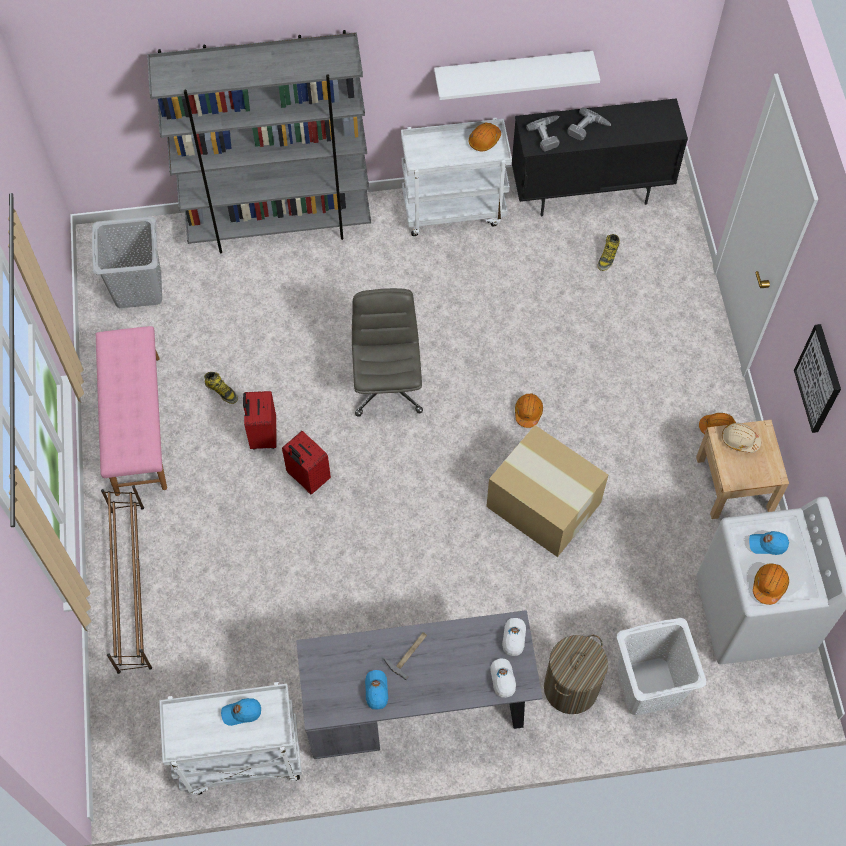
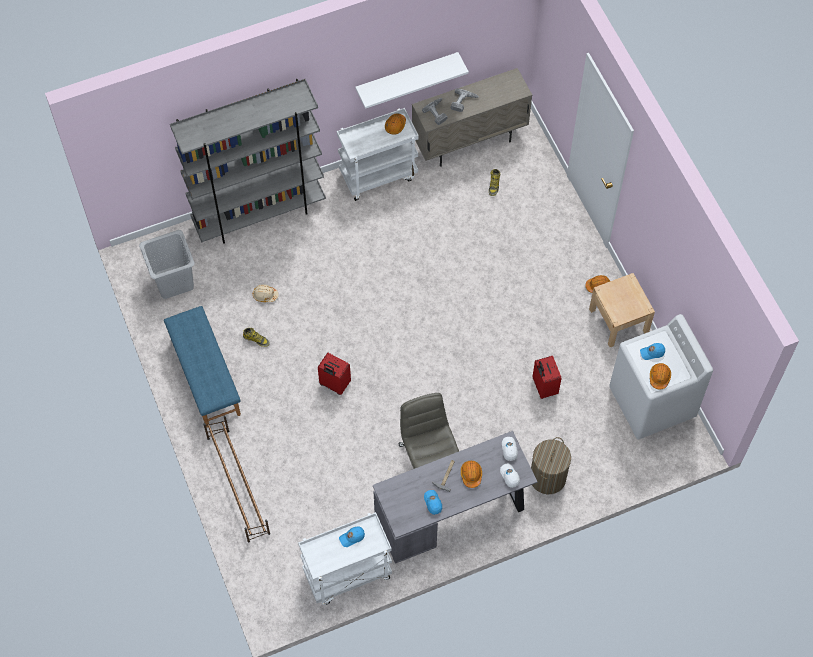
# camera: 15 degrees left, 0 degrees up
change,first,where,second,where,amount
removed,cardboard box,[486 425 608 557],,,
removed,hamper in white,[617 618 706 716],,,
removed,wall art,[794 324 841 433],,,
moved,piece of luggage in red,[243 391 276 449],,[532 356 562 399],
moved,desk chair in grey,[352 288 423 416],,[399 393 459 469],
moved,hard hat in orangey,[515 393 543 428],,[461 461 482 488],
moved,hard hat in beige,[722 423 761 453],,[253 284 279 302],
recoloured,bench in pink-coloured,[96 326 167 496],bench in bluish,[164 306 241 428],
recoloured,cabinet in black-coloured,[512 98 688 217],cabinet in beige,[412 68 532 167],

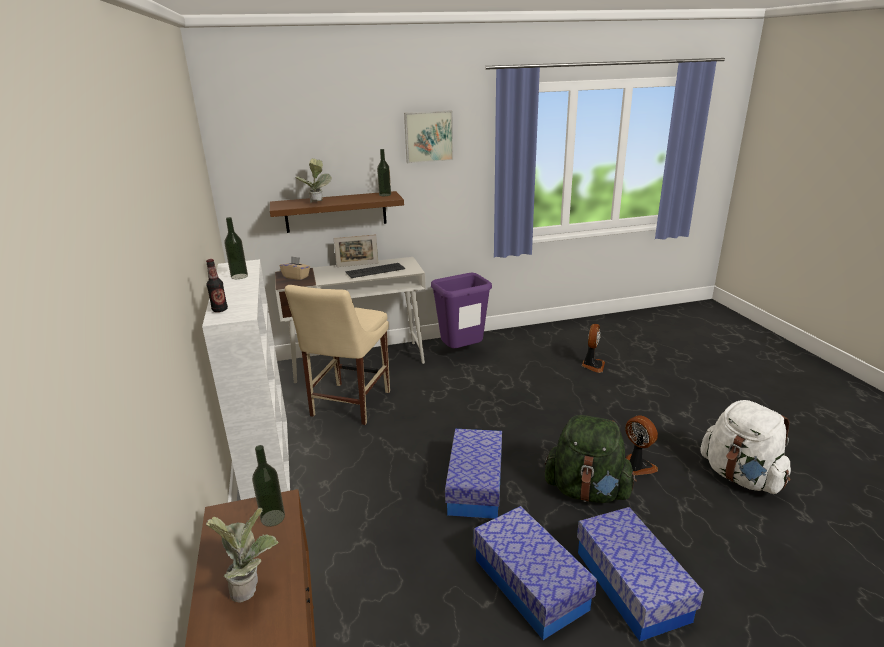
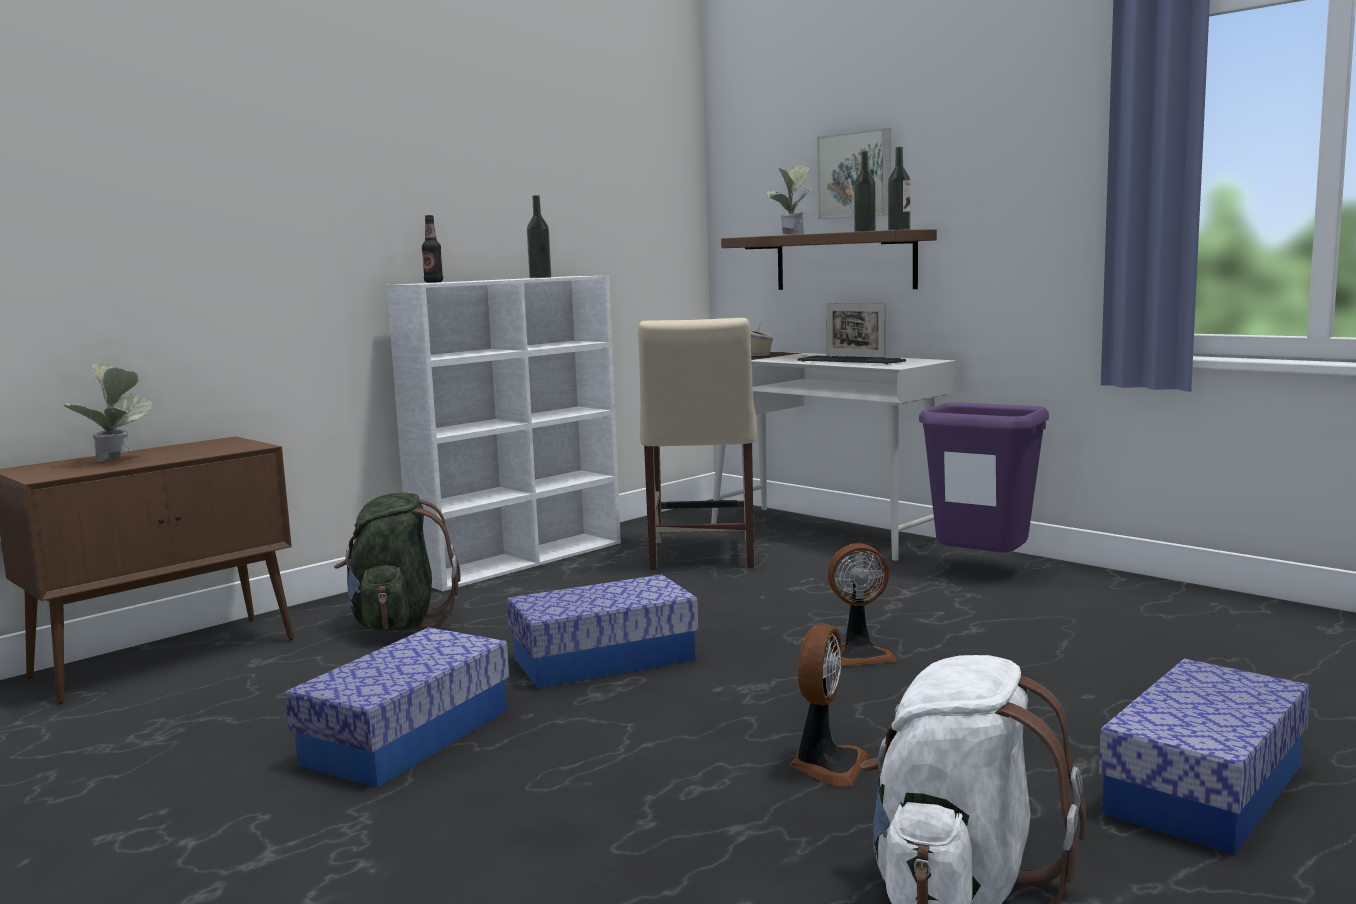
# camera: 60 degrees right, 15 degrees down
change,first,where,second,where,amount
moved,bottle,[252 445 285 527],,[854 151 876 232],
moved,wall art,[404 110 453 163],,[817 128 891 219],
moved,rucksack in green,[545 415 637 503],,[334 493 460 630],
moved,storage box,[577 507 704 642],,[1099 658 1310 855],
moved,electric fan,[582 324 605 373],,[828 543 897 667],
turned,chair in beige,[285 285 390 425],,[638 318 757 570],75 degrees counterclockwise

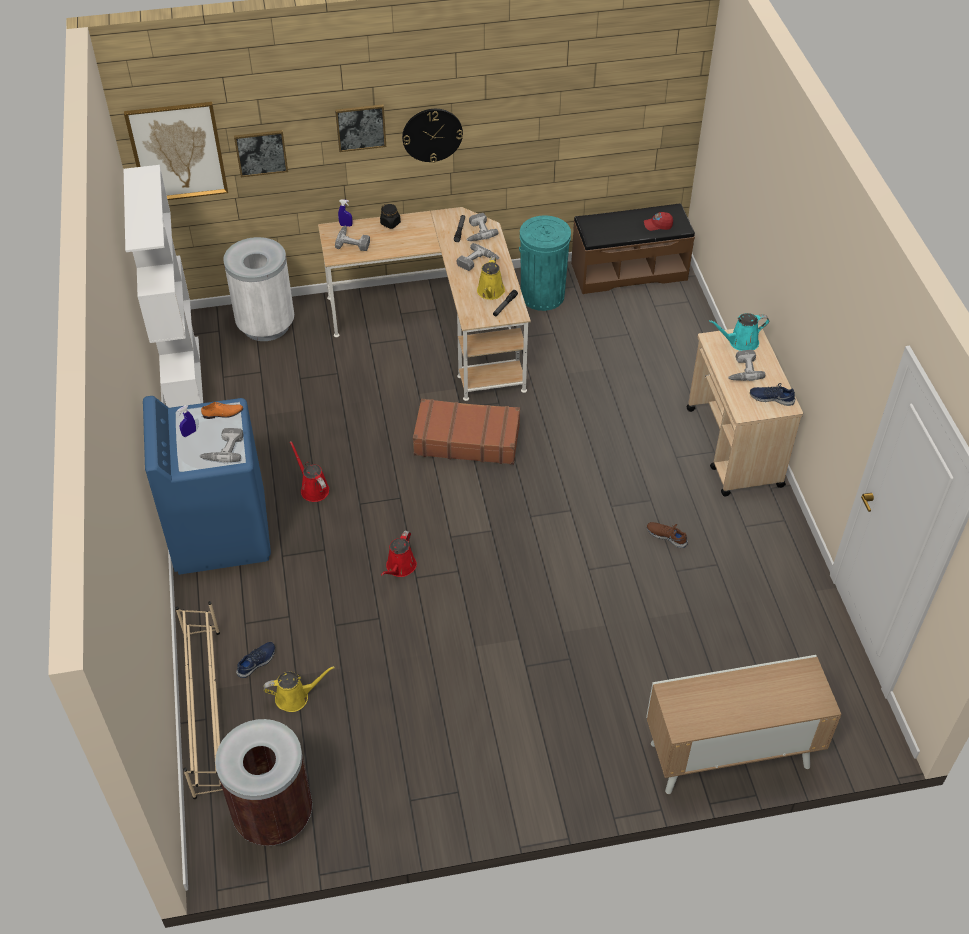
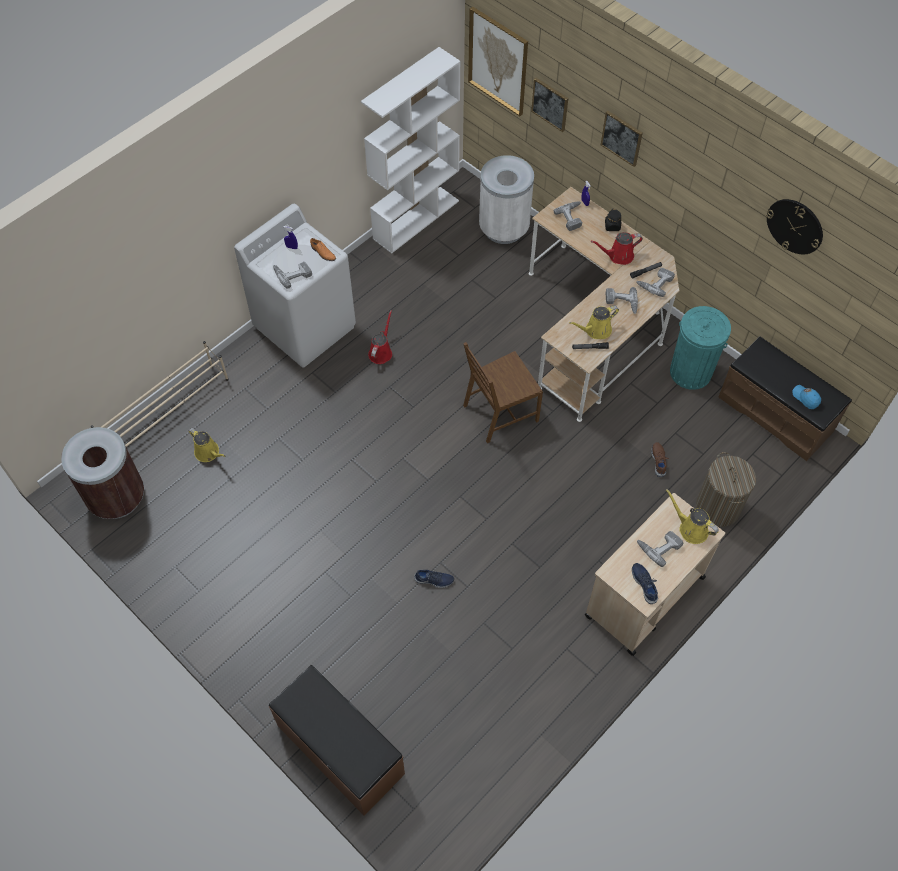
# camera: 55 degrees right, 10 degrees up
change,first,where,second,where,amount
added,,,hamper,[696 452 756 527],
moved,item of footwear in bluish,[236 642 275 678],,[414 570 454 588],
moved,watering pot in red,[381 530 417 577],,[591 232 643 265],
moved,hanging clock,[402 109 463 163],,[766 199 823 254],
moved,item of footwear in brown-coloured,[647 522 688 548],,[651 442 669 477],
replaced,piece of luggage in brown-coloured,[413 399 520 465],chair in brown-coloured,[463 342 543 443],
replaced,cabinet,[646 655 842 794],bench in brown-coloured,[269 665 405 816],
recoloured,laundry appliance in bluish,[143 396 271 575],laundry appliance in white,[234 204 356 368],
recoloured,peaked cap in red,[644 212 673 231],peaked cap in bluish,[792 385 821 409],
recoloured,watering pot in turquoise,[709 313 769 351],watering pot in yellowish,[666 489 719 544],

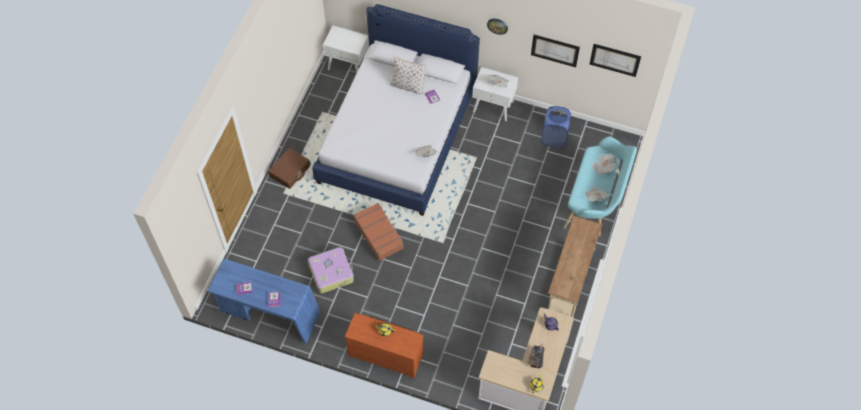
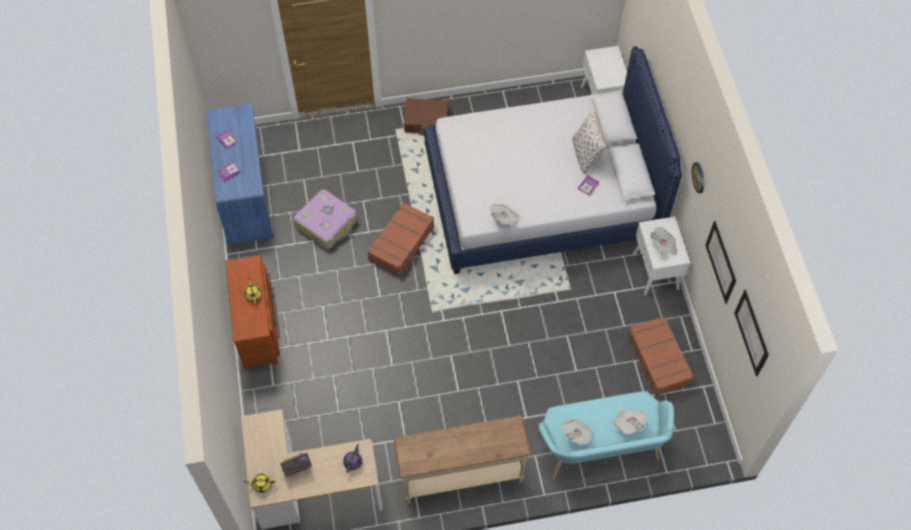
# camera: 60 degrees right, 0 degrees up
change,first,where,second,where,amount
replaced,hamper in bluish,[541 106 571 148],piece of luggage in brown-coloured,[627 316 694 396],

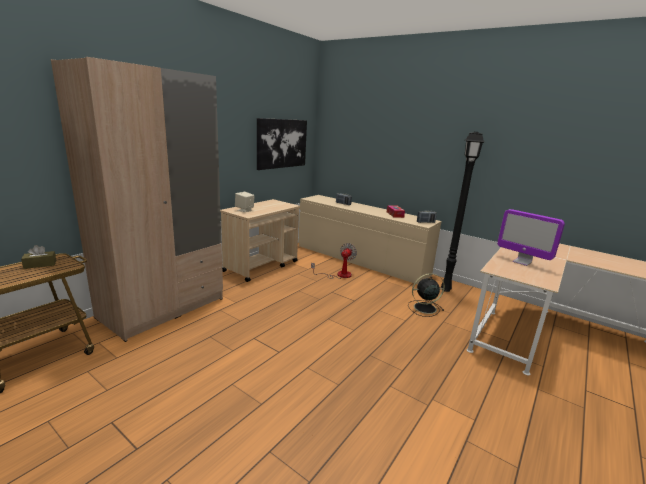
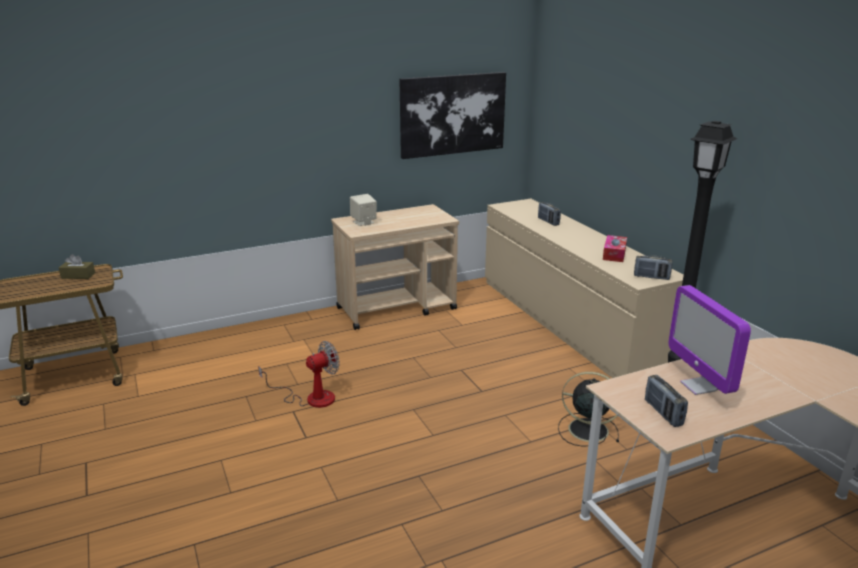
# camera: 30 degrees right, 5 degrees up
change,first,where,second,where,amount
removed,wardrobe in beige,[51 57 223 342],,,
added,,,radio,[645 375 688 427],
moved,electric fan,[311 243 357 279],,[258 341 340 408],

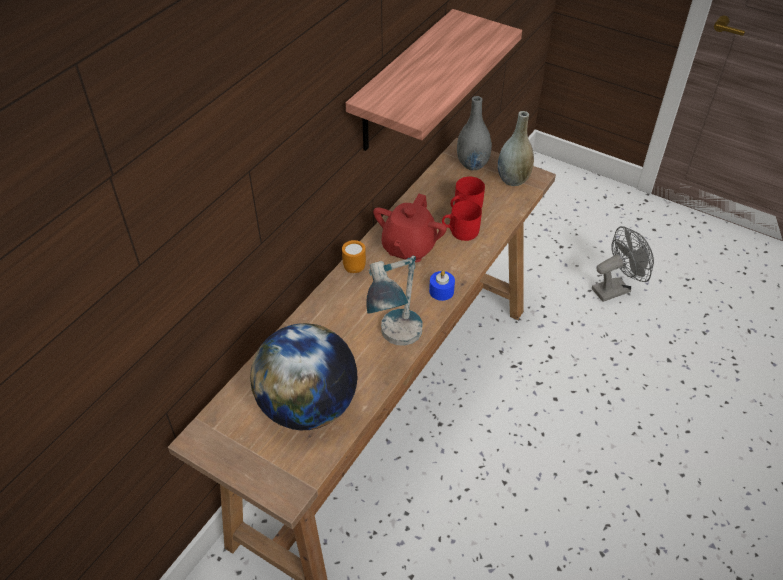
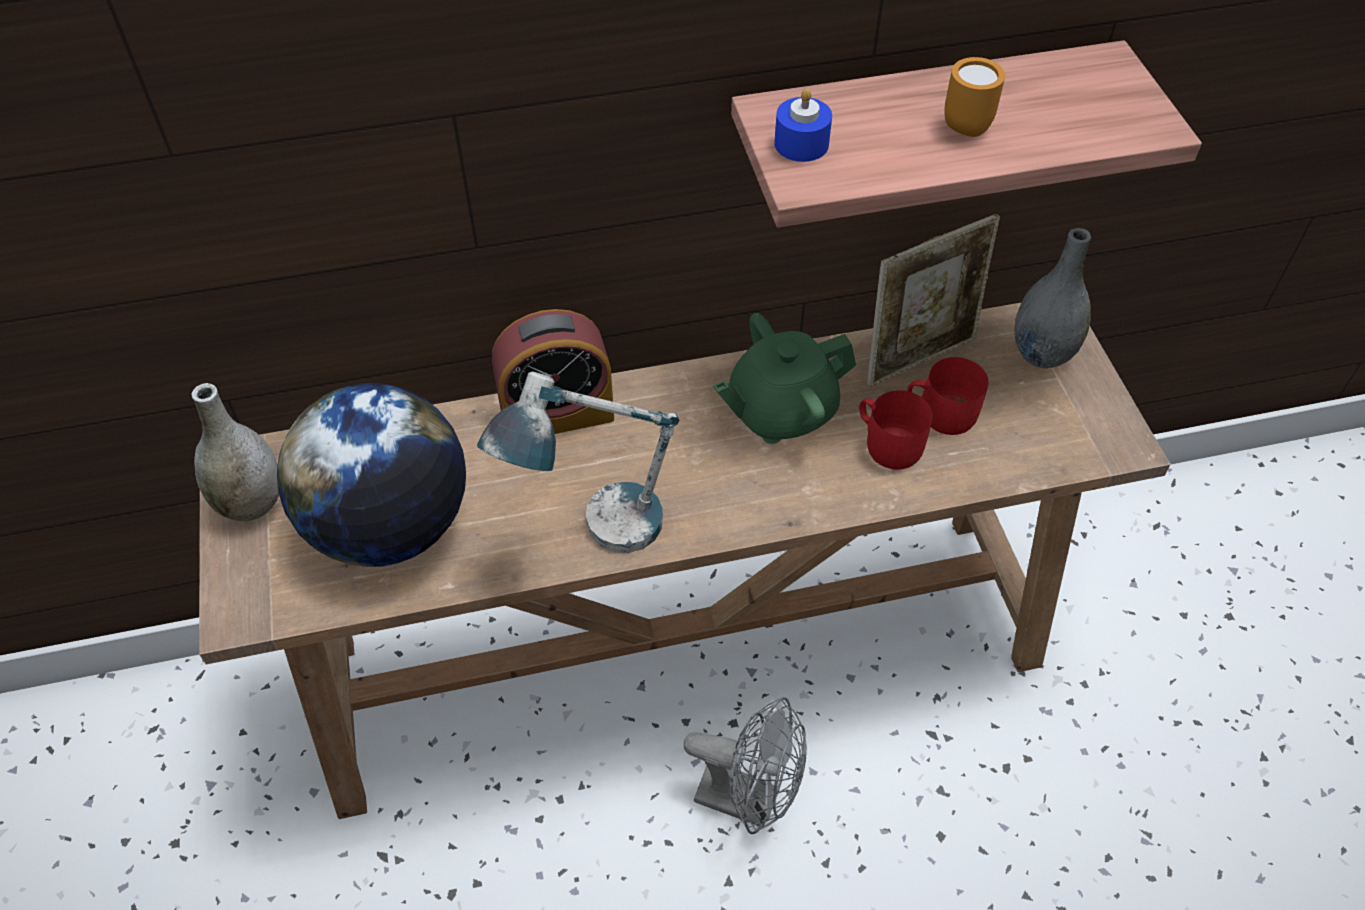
# camera: 45 degrees right, 5 degrees up
change,first,where,second,where,amount
added,,,bedside clock,[492 309 614 434],
added,,,photo frame,[867 214 1000 387],
moved,coffee mug in orangey,[342 240 366 273],,[945 57 1005 137],
moved,wax candle in bluish,[429 270 455 301],,[774 88 832 162],
moved,flower vase in grey,[498 111 534 186],,[191 383 279 522],
moved,electric fan in grey,[592 226 654 302],,[684 697 807 834],
recoloured,tea pot in red,[373 194 447 262],tea pot in green,[713 313 856 444],

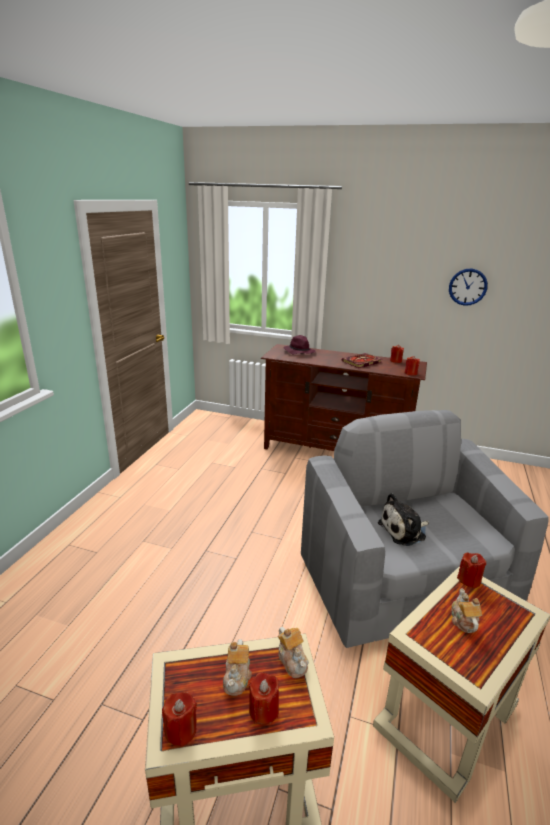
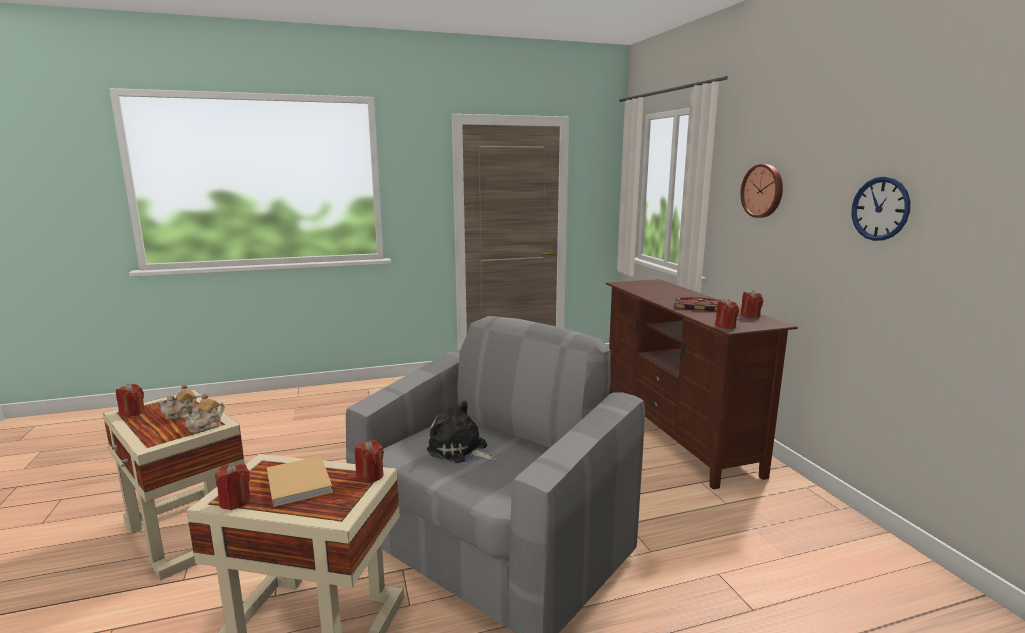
# camera: 55 degrees right, 10 degrees down
change,first,where,second,where,amount
removed,clothing hat in purplish,[283 335 316 354],,,
added,,,hanging clock,[740 164 783 218],
moved,wax candle in red,[249 672 279 725],,[215 463 251 510],
replaced,tea pot,[452 588 482 633],book in beige,[267 456 333 507],

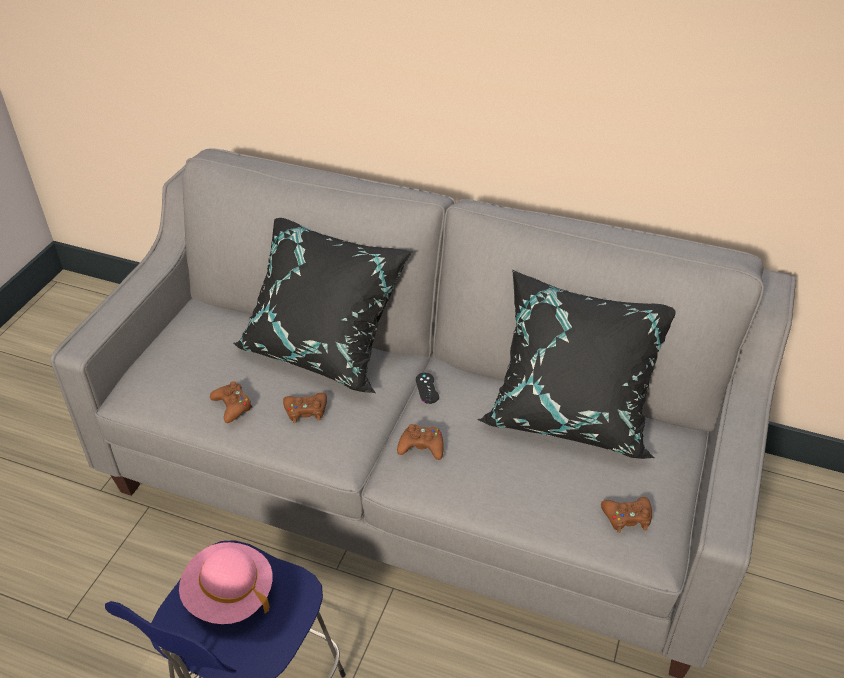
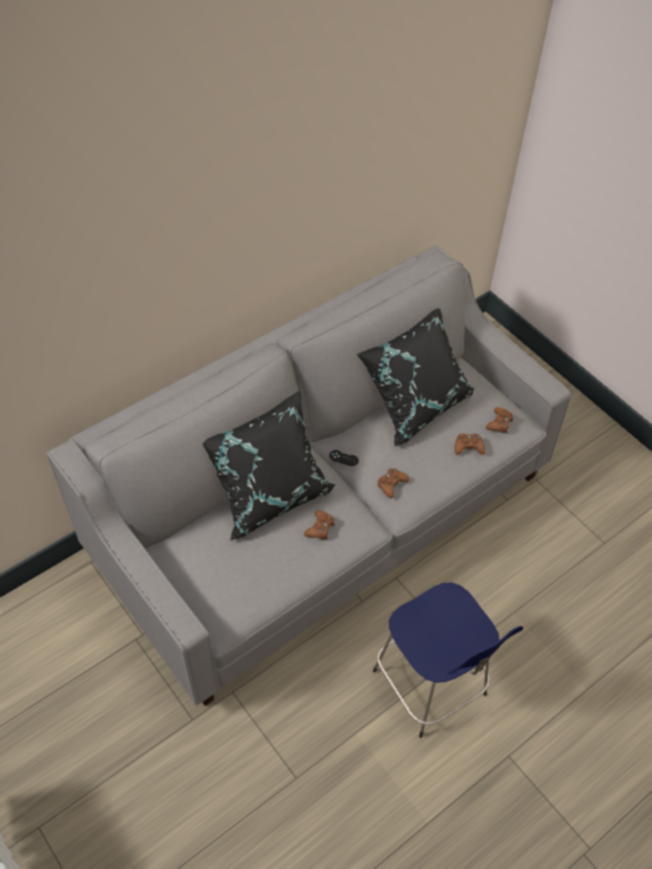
# camera: 60 degrees left, 10 degrees up
change,first,where,second,where,amount
removed,clothing hat in pink-coloured,[179 542 273 624],,,
moved,gamepad in brown-coloured,[210 381 252 423],,[455 433 485 455],

